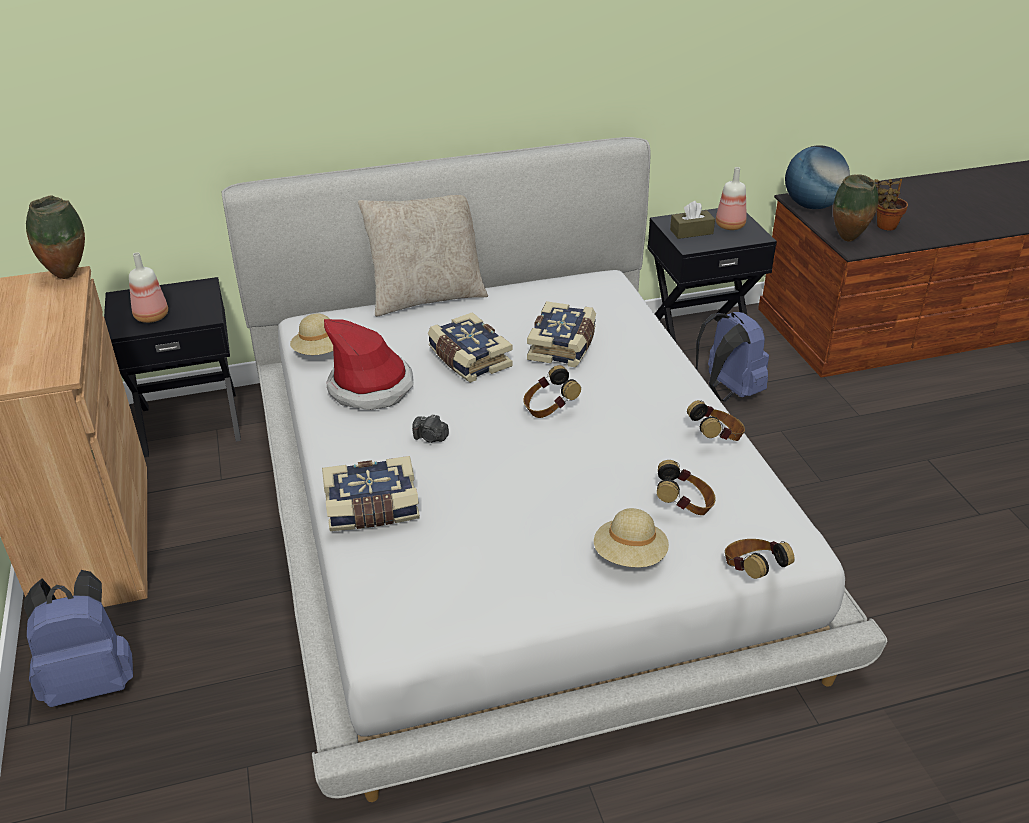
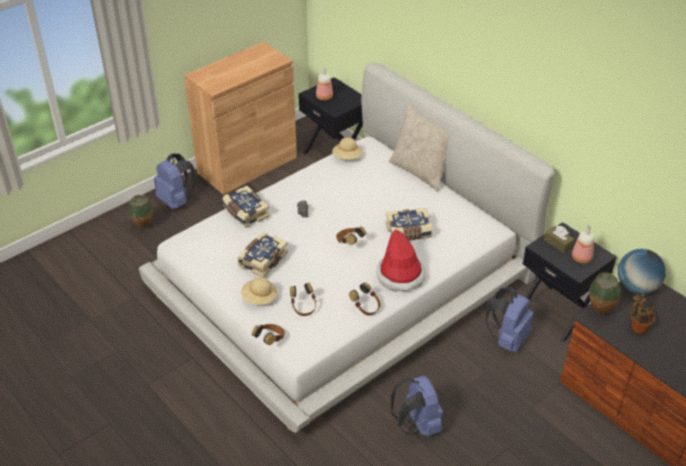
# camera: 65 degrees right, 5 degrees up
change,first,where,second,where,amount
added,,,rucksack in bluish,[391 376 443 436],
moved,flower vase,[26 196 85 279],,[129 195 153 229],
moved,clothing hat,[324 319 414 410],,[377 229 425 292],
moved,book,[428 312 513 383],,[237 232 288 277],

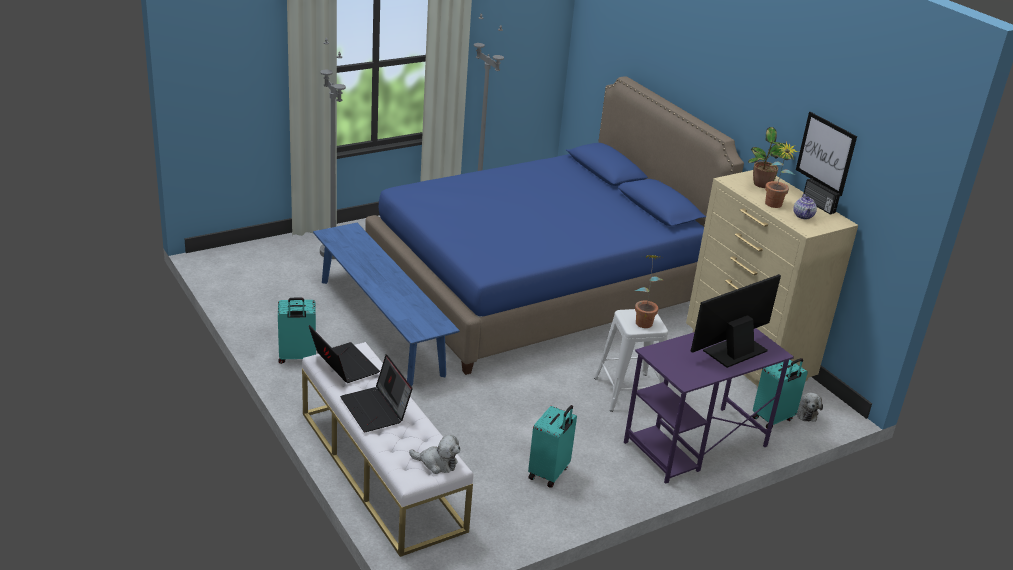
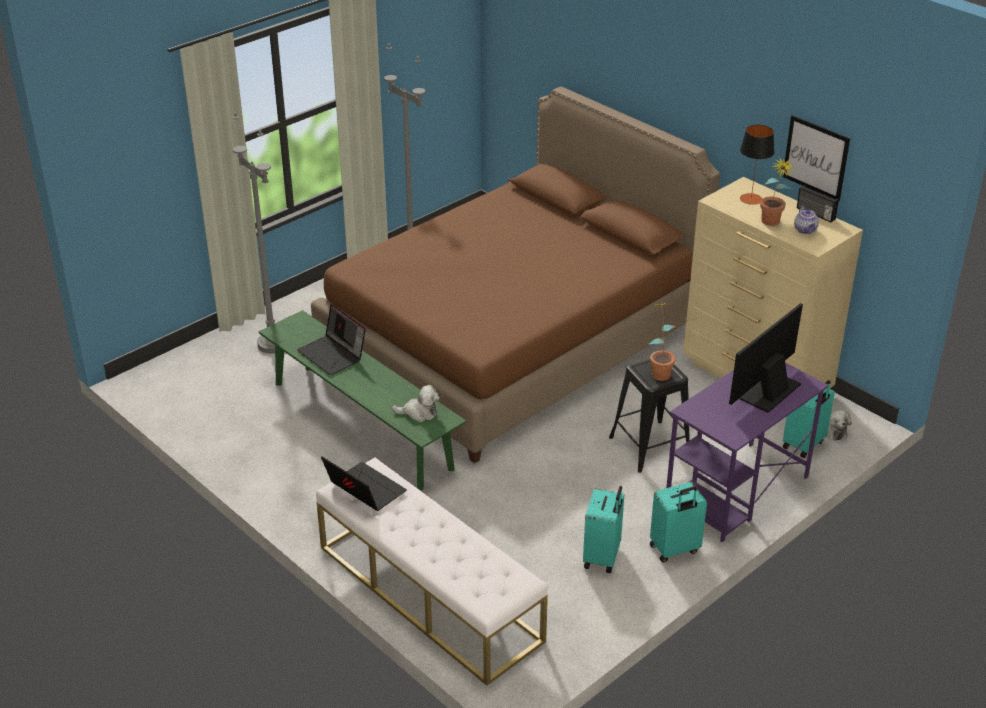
# camera: 10 degrees left, 5 degrees up
change,first,where,second,where,amount
moved,piece of luggage in turquoise,[278 298 316 364],,[650 482 707 563],
moved,laptop,[340 354 413 432],,[297 304 366 375],
moved,plush toy,[409 435 460 474],,[392 385 439 422],
replaced,houseplant,[748 127 792 188],table lamp,[740 125 774 205],
recoloured,bench in bluish,[313 223 460 387],bench in green,[259 310 467 490],
recoloured,bed in bluish,[365 76 744 375],bed in brown-coloured,[311 87 720 463],
recoloured,sitting stool in white,[594 309 668 412],sitting stool in black-coloured,[609 359 690 473],

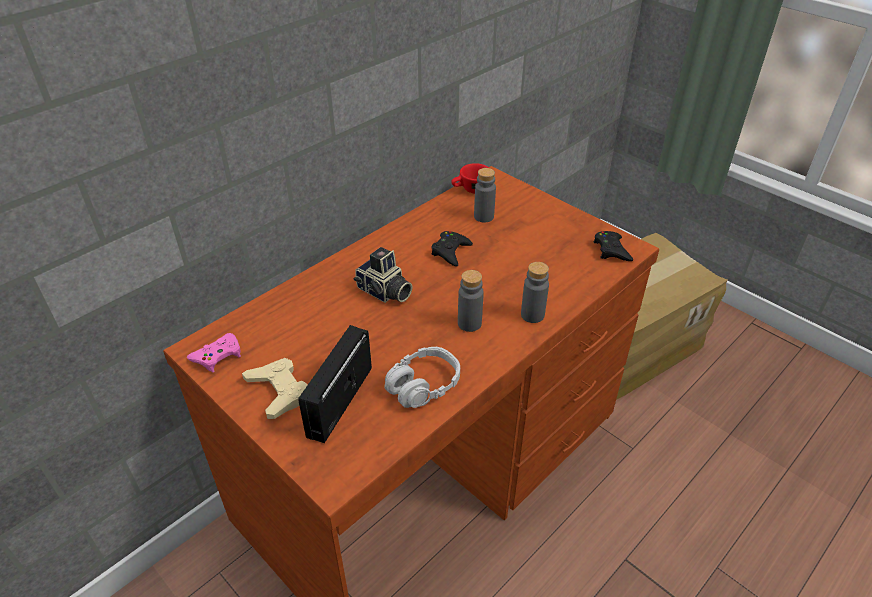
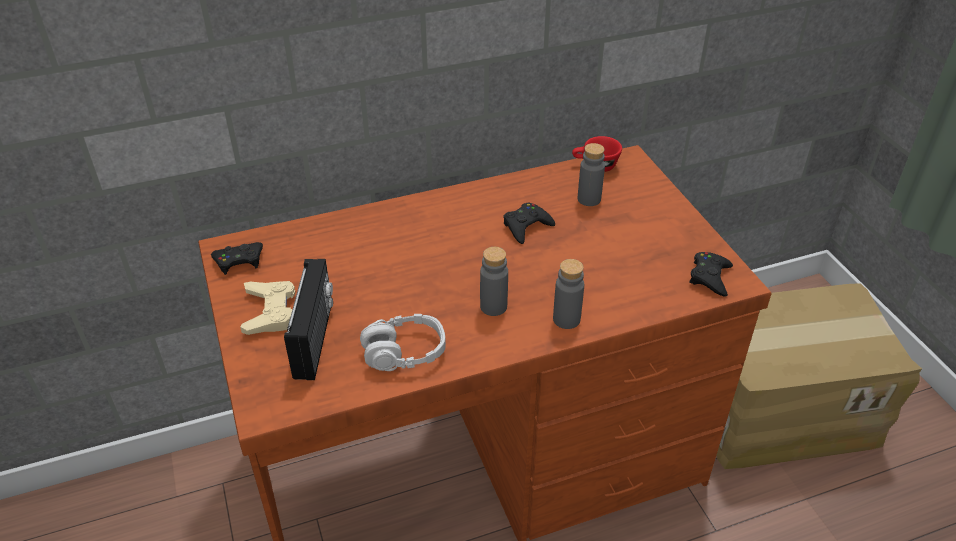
# camera: 25 degrees right, 0 degrees up
change,first,where,second,where,amount
removed,still camera,[354 247 413 303],,,
recoloured,gamepad in pink-coloured,[187 333 241 373],gamepad in black-coloured,[211 242 263 275],
turned,radio,[298 325 372 443],,[284 259 333 380],135 degrees clockwise

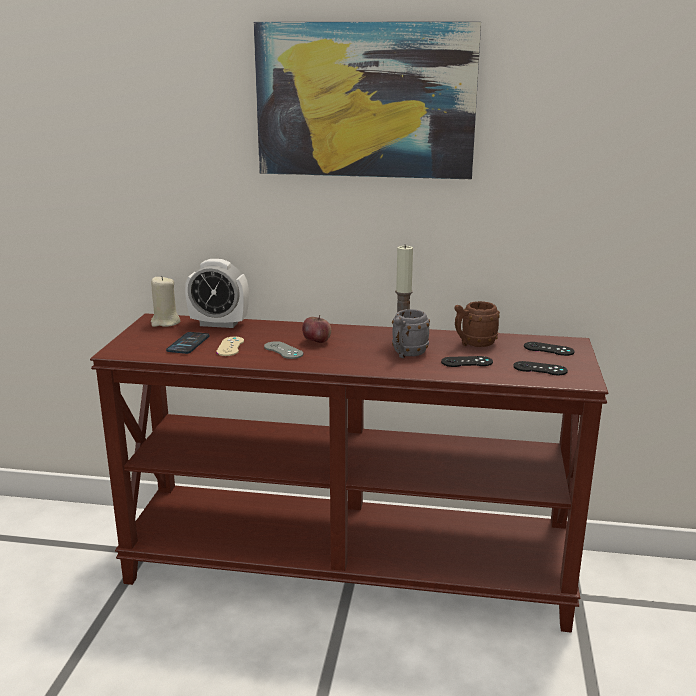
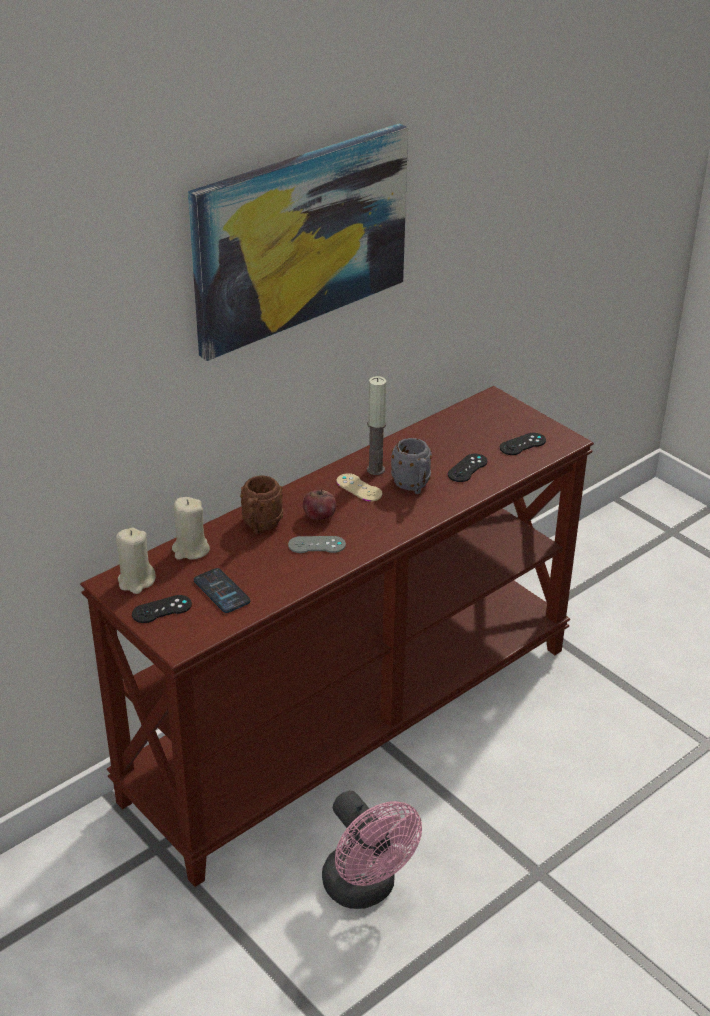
# camera: 50 degrees left, 15 degrees up
change,first,where,second,where,amount
added,,,electric fan in pink-coloured,[322 791 422 909],
moved,gamepad in beige,[216 337 244 356],,[336 473 382 501],
moved,coffee mug in brown-coloured,[455 301 500 347],,[240 476 283 534],
moved,gamepad in black-coloured,[524 342 574 356],,[132 595 192 623],
replaced,bedside clock,[185 259 249 328],wax candle in beige,[172 497 210 560],

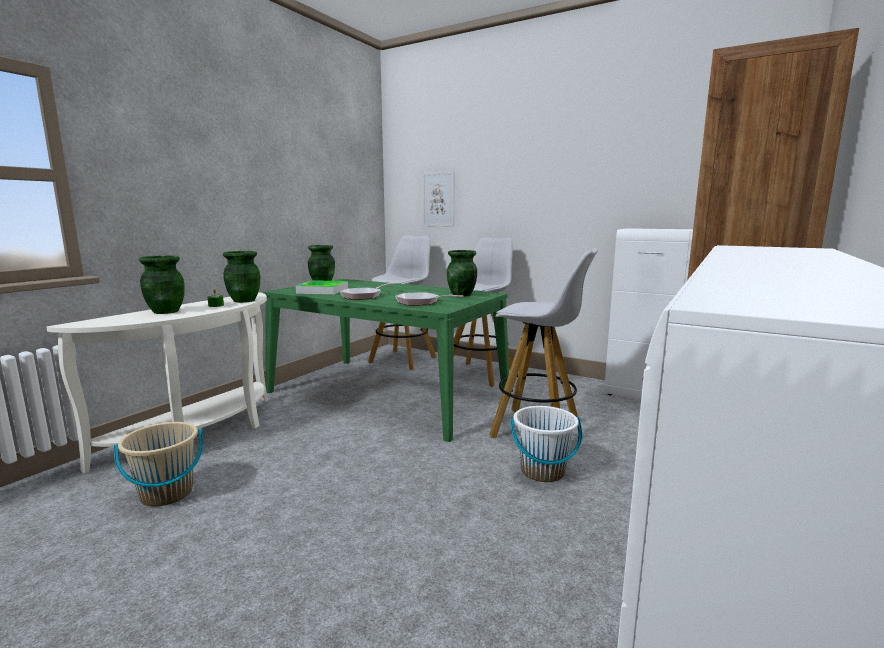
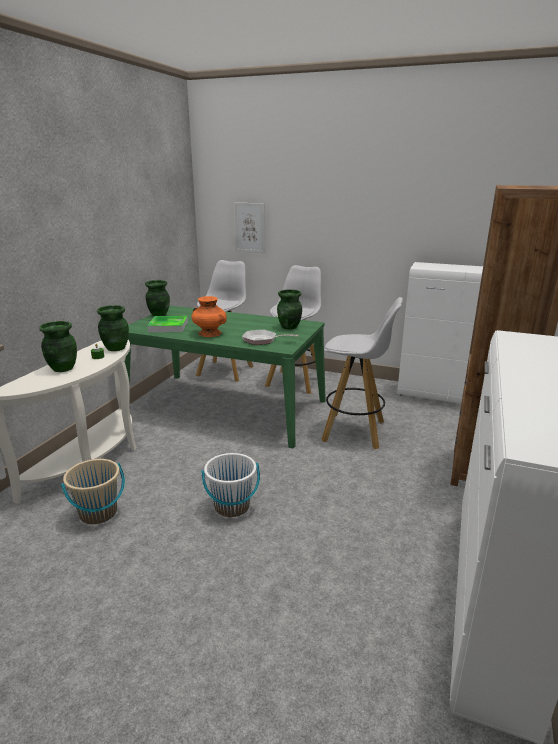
# camera: 10 degrees left, 10 degrees up
change,first,where,second,where,amount
moved,pail in white,[510 406 582 482],,[201 453 260 517],
replaced,pan,[340 282 396 300],flower vase in orangey,[191 296 227 337],

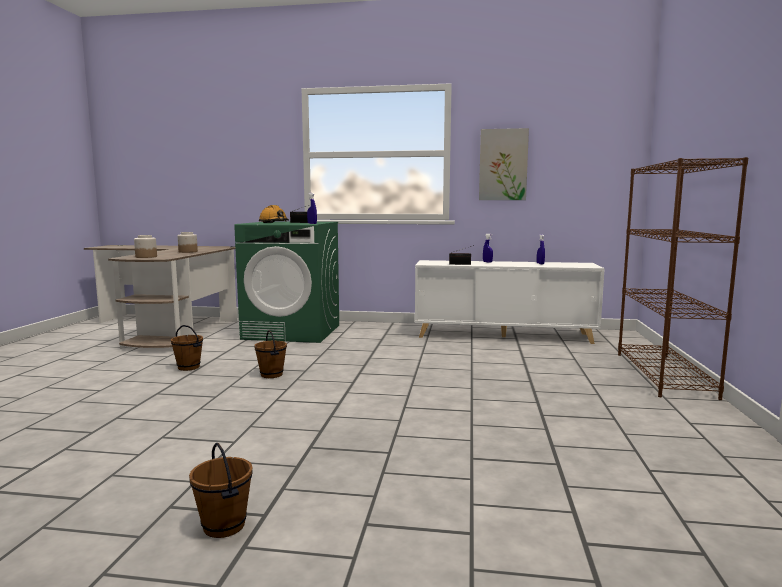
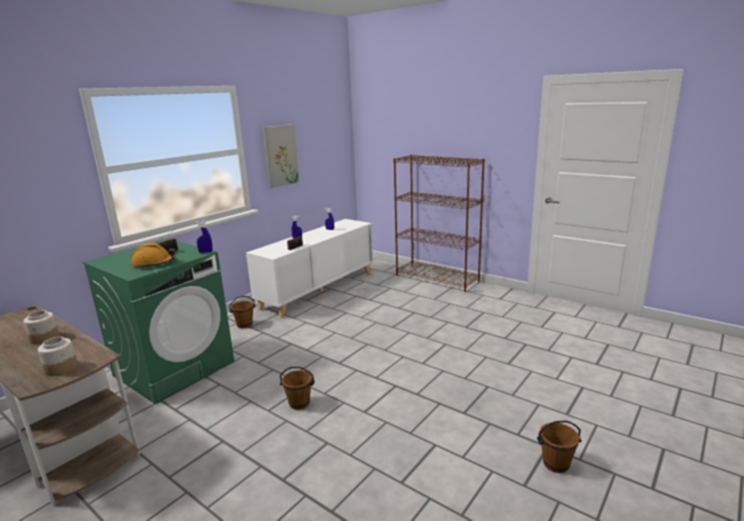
# camera: 60 degrees left, 10 degrees up
change,first,where,second,where,amount
moved,pail in brown-coloured,[171 325 203 371],,[229 296 255 328],

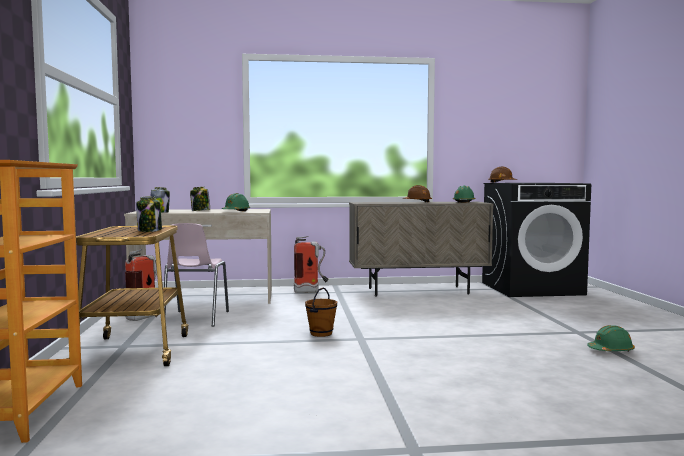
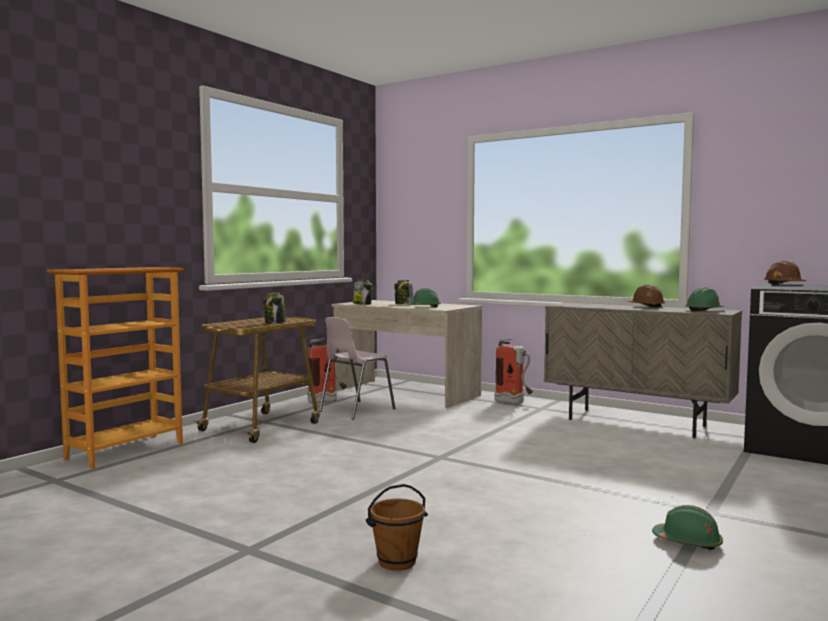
# camera: 40 degrees right, 0 degrees up
change,first,where,second,where,amount
moved,pail in brown-coloured,[305 287 337 337],,[366 484 428 571],

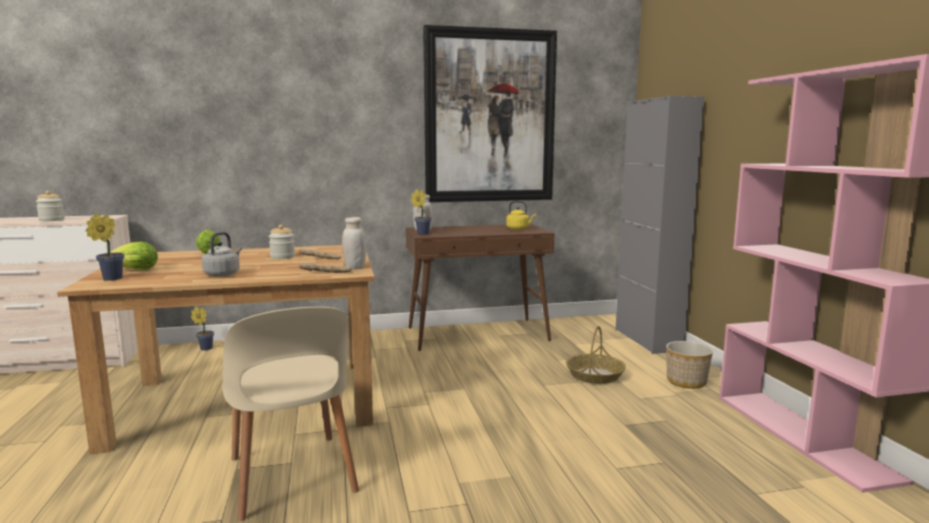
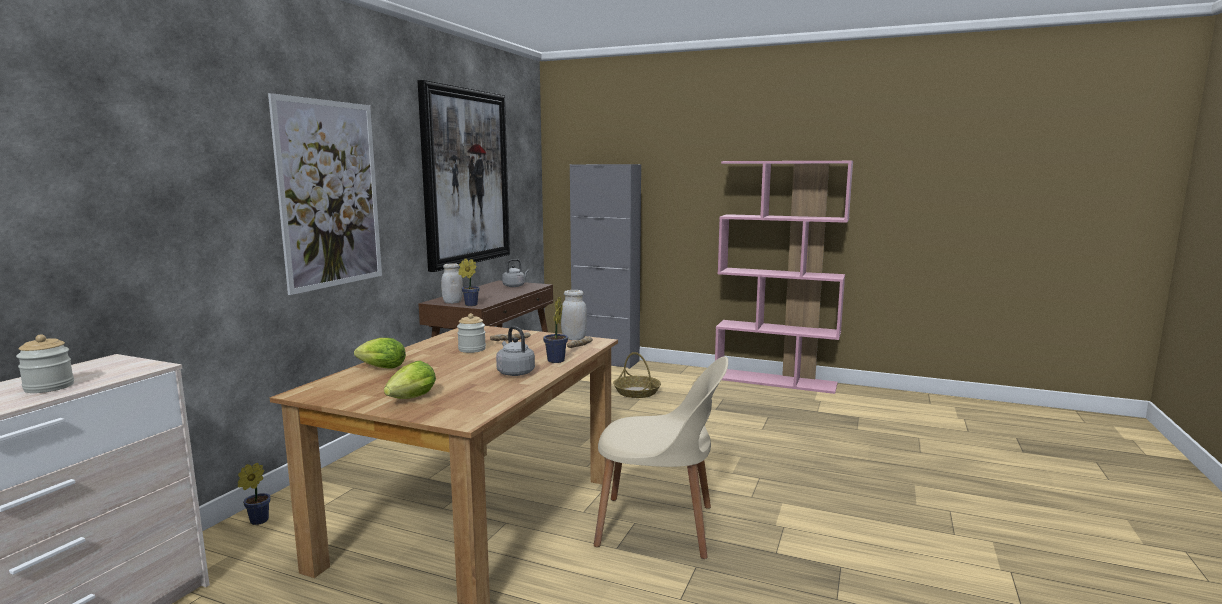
# camera: 55 degrees left, 0 degrees up
change,first,where,second,where,amount
removed,plant pot,[666 341 713 389],,,
added,,,wall art,[268 93 382 295],
moved,houseplant,[86 214 124 281],,[543 297 568 363],
recoloured,kettle in yellowish,[506 201 536 230],kettle in grey,[502 259 529 287],

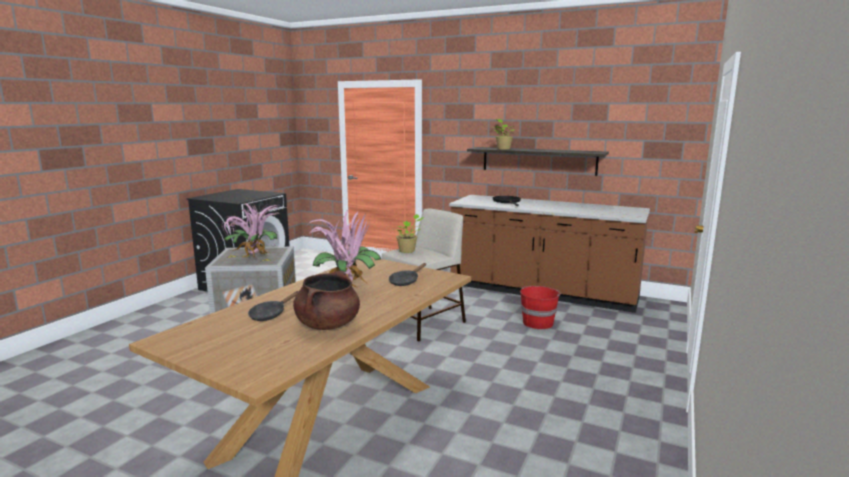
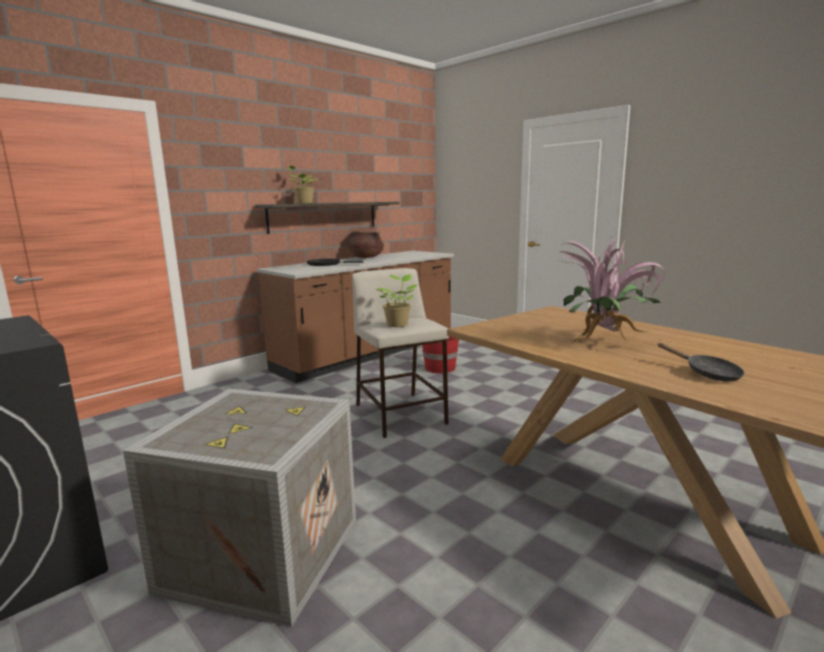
# camera: 70 degrees left, 0 degrees up
change,first,where,second,where,amount
removed,houseplant,[222 202 280 258],,,
removed,pan in black-coloured,[389 263 426 286],,,
moved,cooking pot in brown-coloured,[293 271 360 330],,[348 231 384 258],

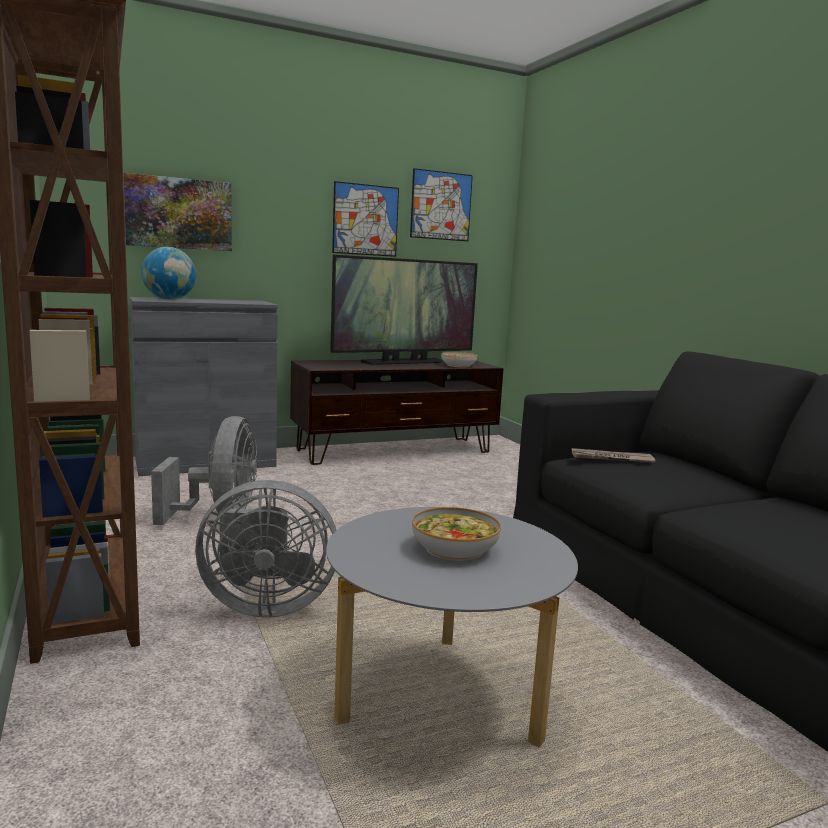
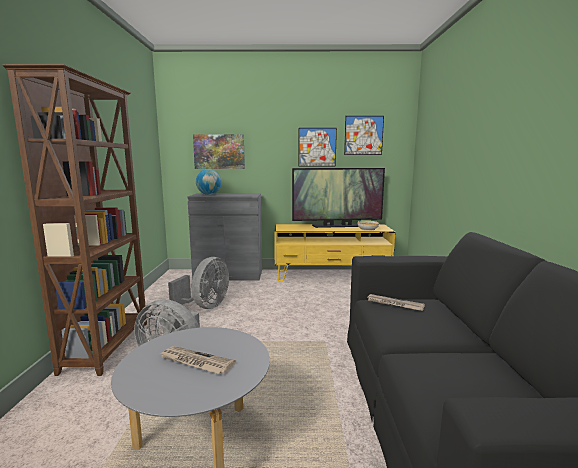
# camera: 25 degrees right, 0 degrees up
change,first,where,second,where,amount
replaced,bowl,[412 507 501 561],newspaper,[159 346 235 374],
recoloured,tv unit in brown-coloured,[290 359 504 465],tv unit in yellowish,[274 224 395 281],

